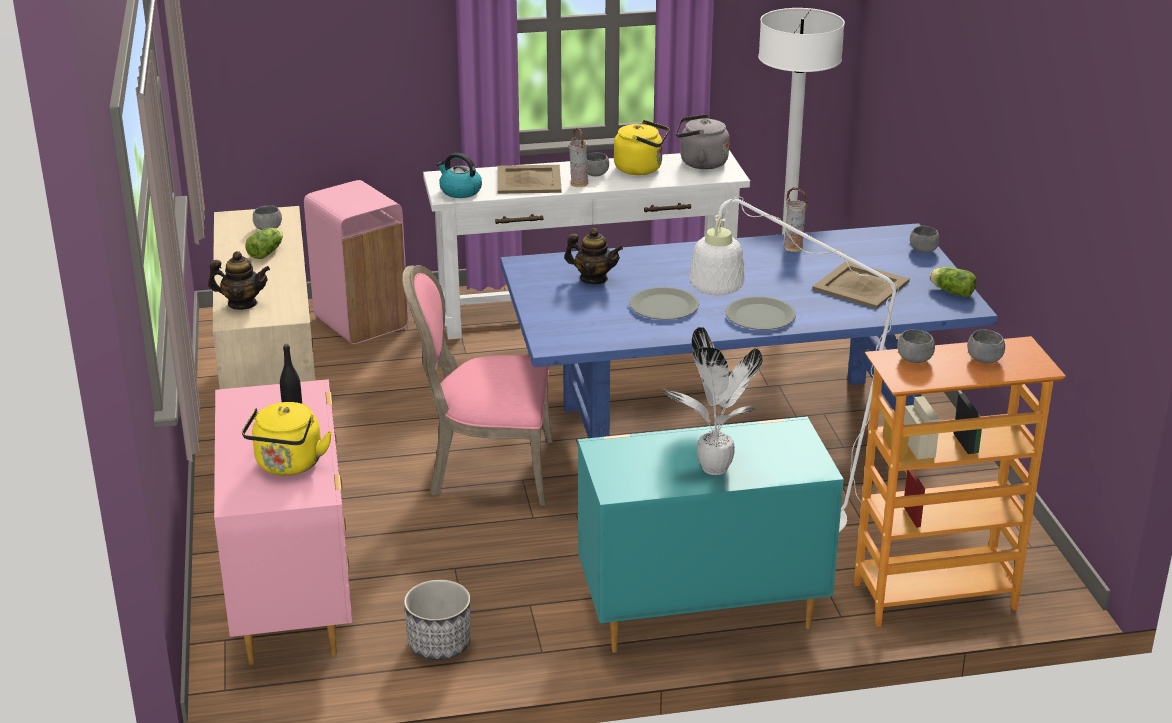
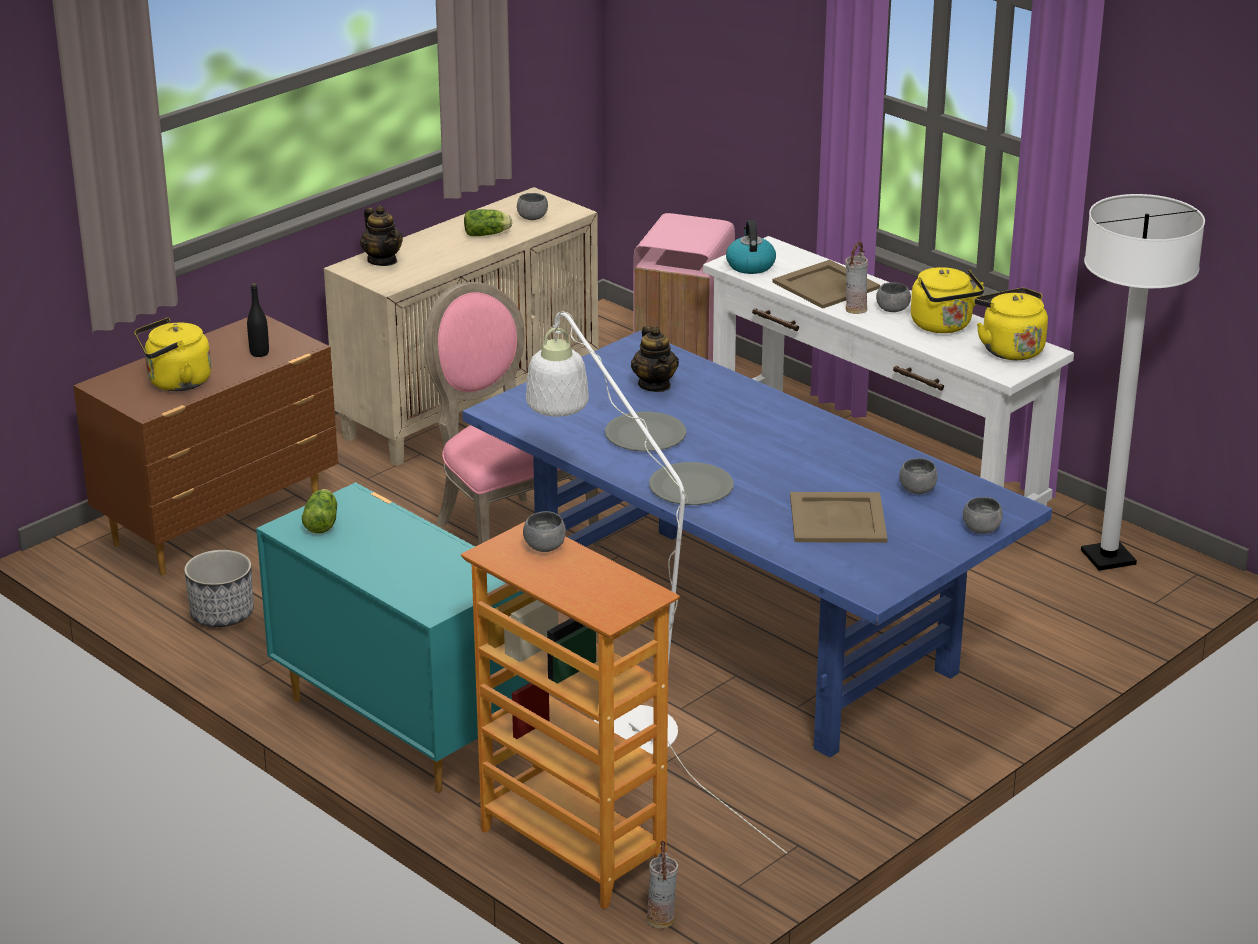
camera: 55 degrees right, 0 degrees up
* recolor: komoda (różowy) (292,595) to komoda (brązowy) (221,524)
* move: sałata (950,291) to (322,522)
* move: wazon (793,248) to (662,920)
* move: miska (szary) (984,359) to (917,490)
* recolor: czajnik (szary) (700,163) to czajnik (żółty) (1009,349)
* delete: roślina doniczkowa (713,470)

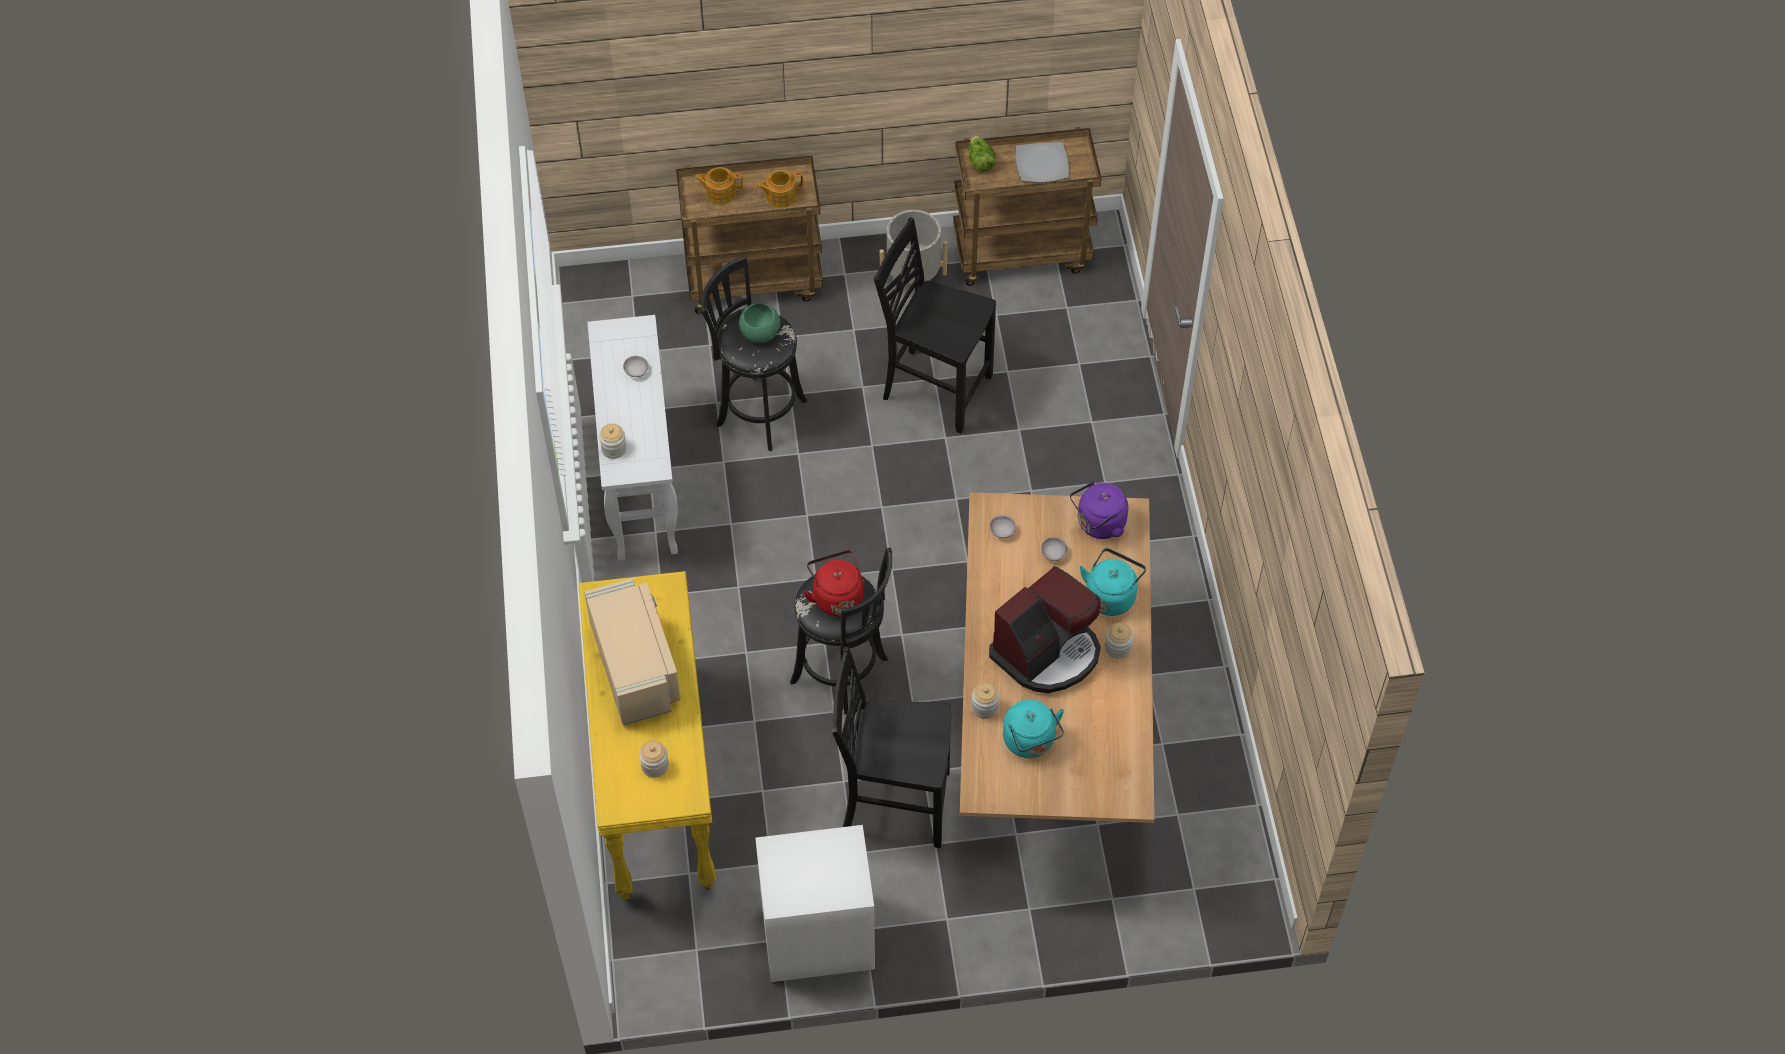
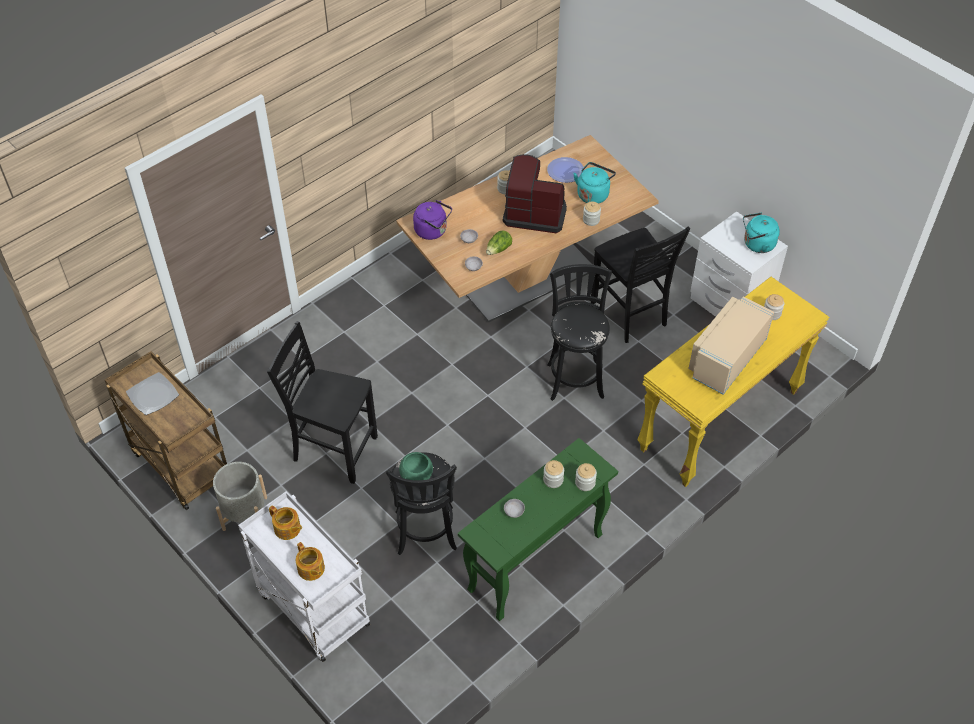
camera: 125 degrees left, 5 degrees down
* recolor: wózek (brązowy) (755,279) to wózek (biały) (311,608)
* rotate: krzesło (czarny) (934,388) = (333,449) 120 degrees clockwise
* recolor: stolik konsolowy (biały) (640,482) to stolik konsolowy (zielony) (535,563)
* move: sałata (980,161) to (498,249)
* insert: słoik (553,480)
* insert: talerz (565,171)
* move: czajnik (turkusowy) (1111,595) to (757,244)
* delete: czajnik (czerwony) (836,596)

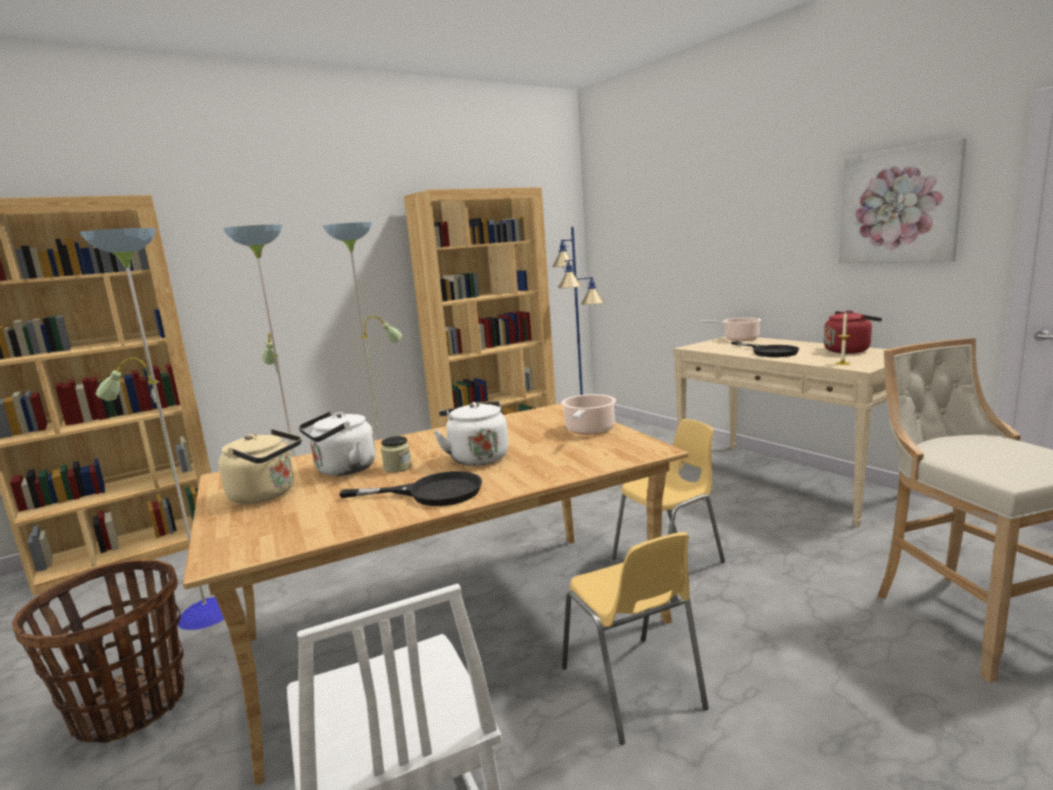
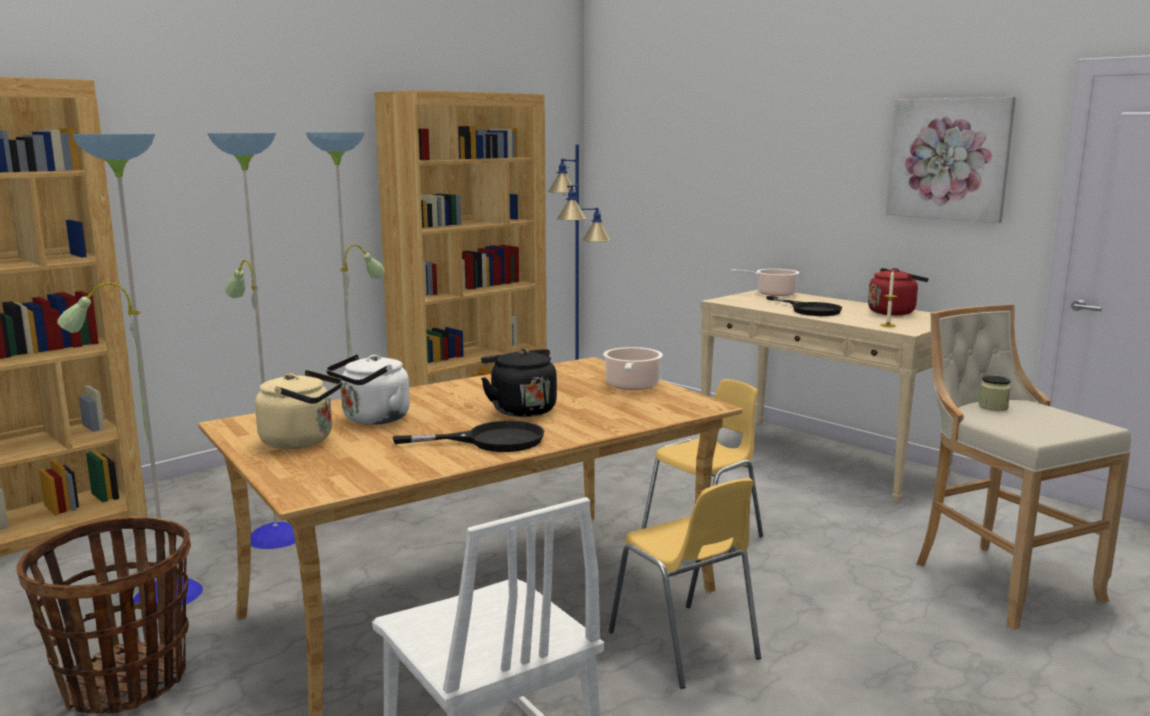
camera: 10 degrees left, 0 degrees up
* recolor: czajnik (biały) (477,457) to czajnik (czarny) (520,409)
* move: słoik (397,467) to (993,407)

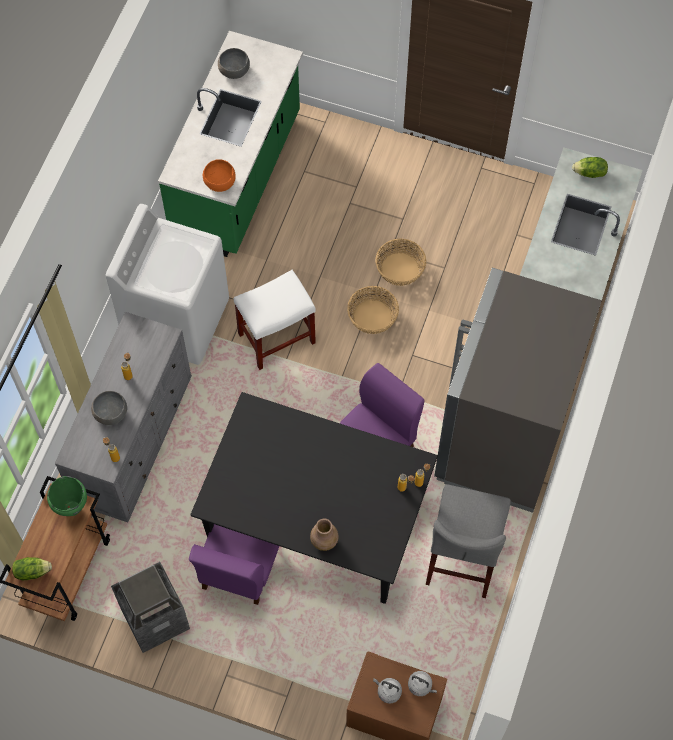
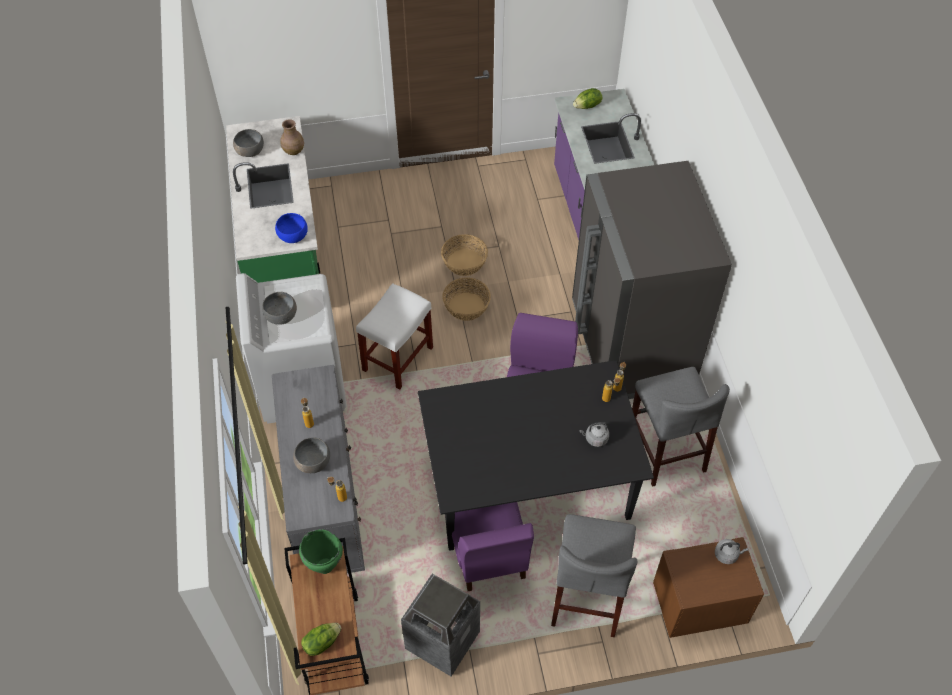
camera: 30 degrees left, 10 degrees down
* insert: miska (szary) (281,316)
* recolor: miska (pomarańczowy) (220,182) to miska (niebieski) (293,236)
* move: wazon (brązowy) (324,540) to (294,150)
* insert: stołek (szary) (587,596)
* move: czajnik (szary) (388,691) to (595,439)

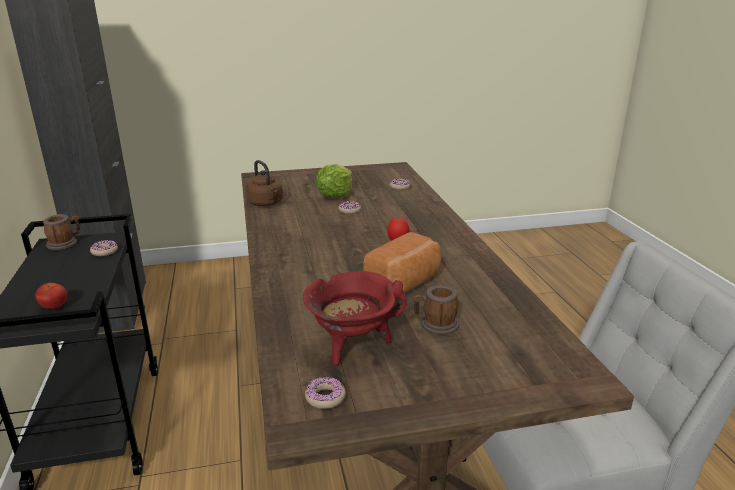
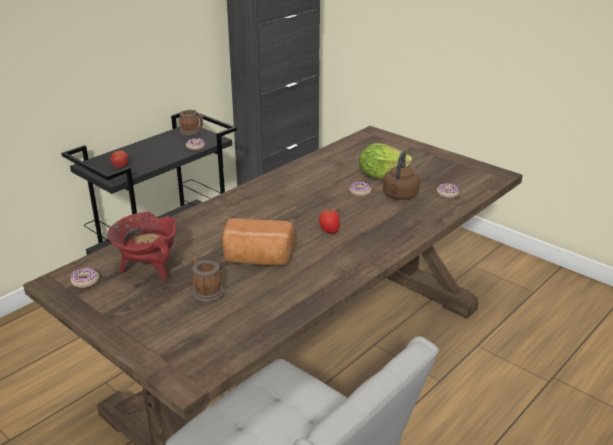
camera: 55 degrees right, 5 degrees up
* move: czajnik (brązowy) (266,203) to (399,196)

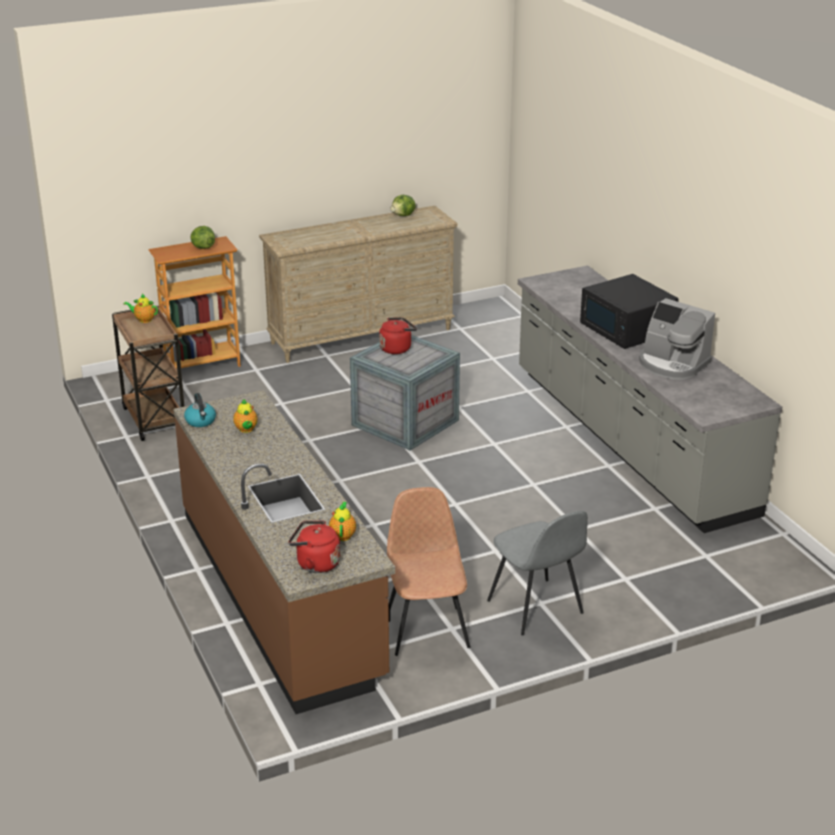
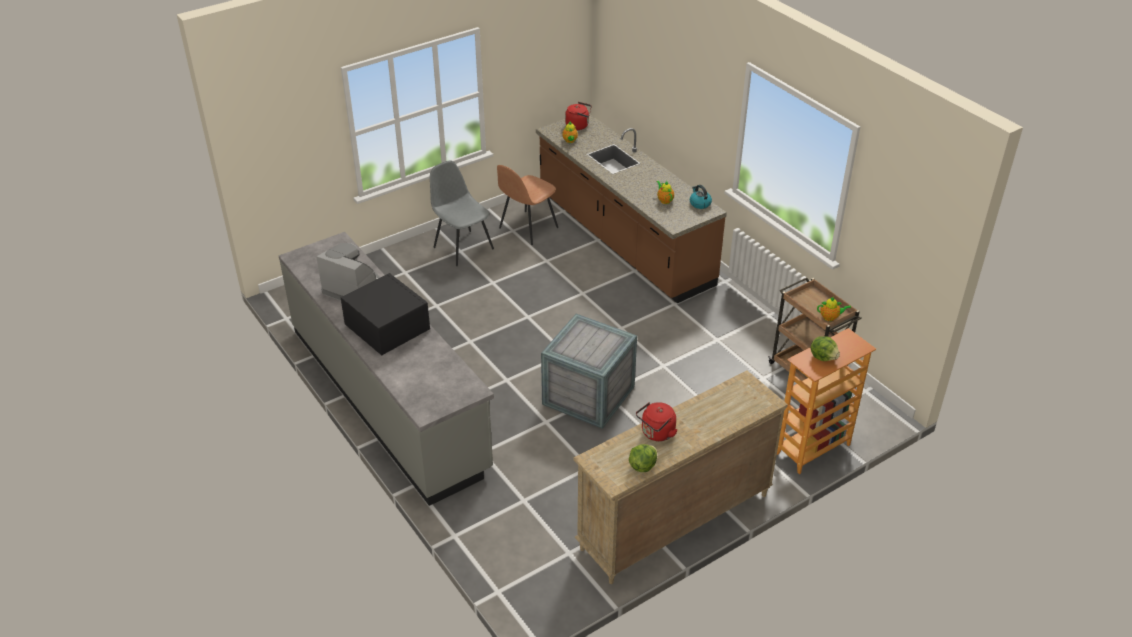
camera: 170 degrees right, 10 degrees up
* rotate: krzesło (brązowy) (427,629) = (527,228) 60 degrees clockwise
* move: czajnik (czerwony) (397,348) to (656,433)

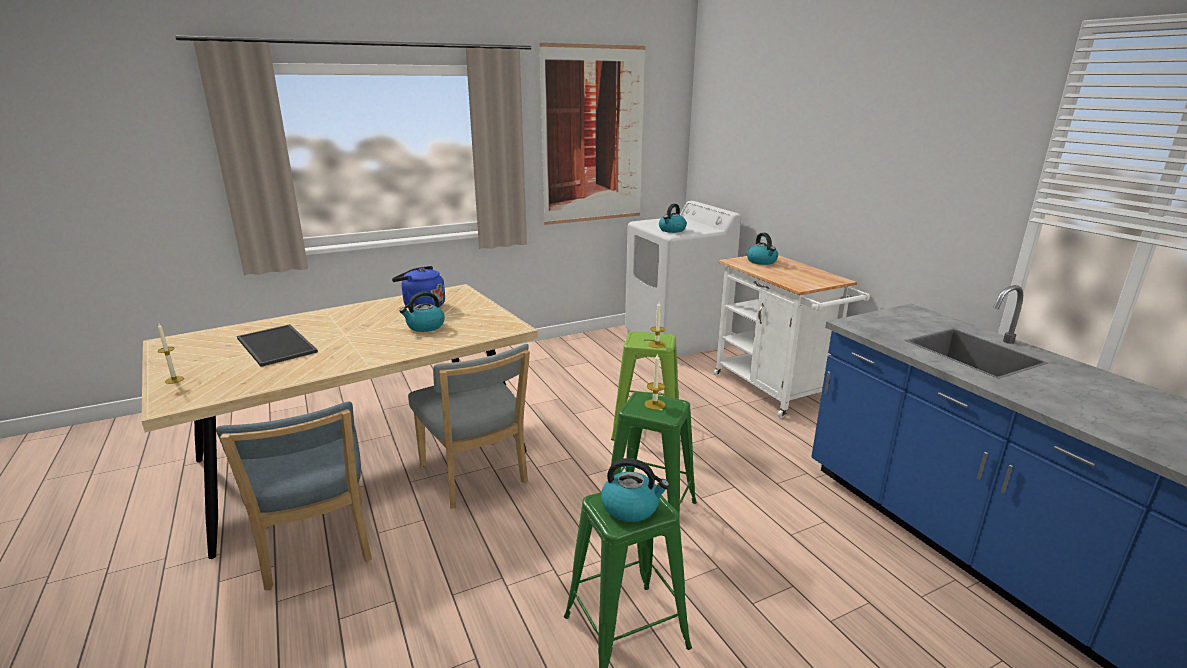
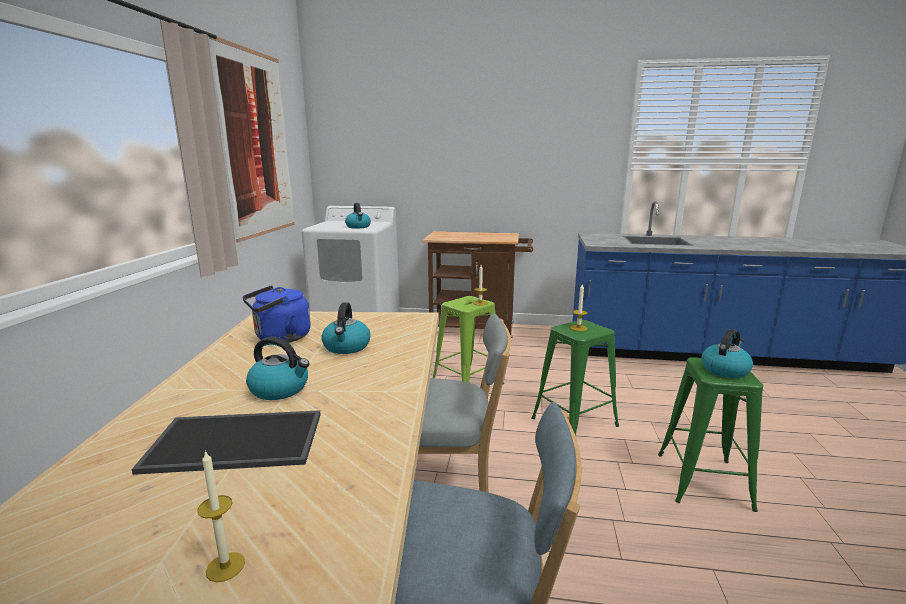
camera: 55 degrees left, 5 degrees down
* move: czajnik (762,261) to (280,389)
* recolor: wózek (biały) (775,392) to wózek (brązowy) (478,331)

